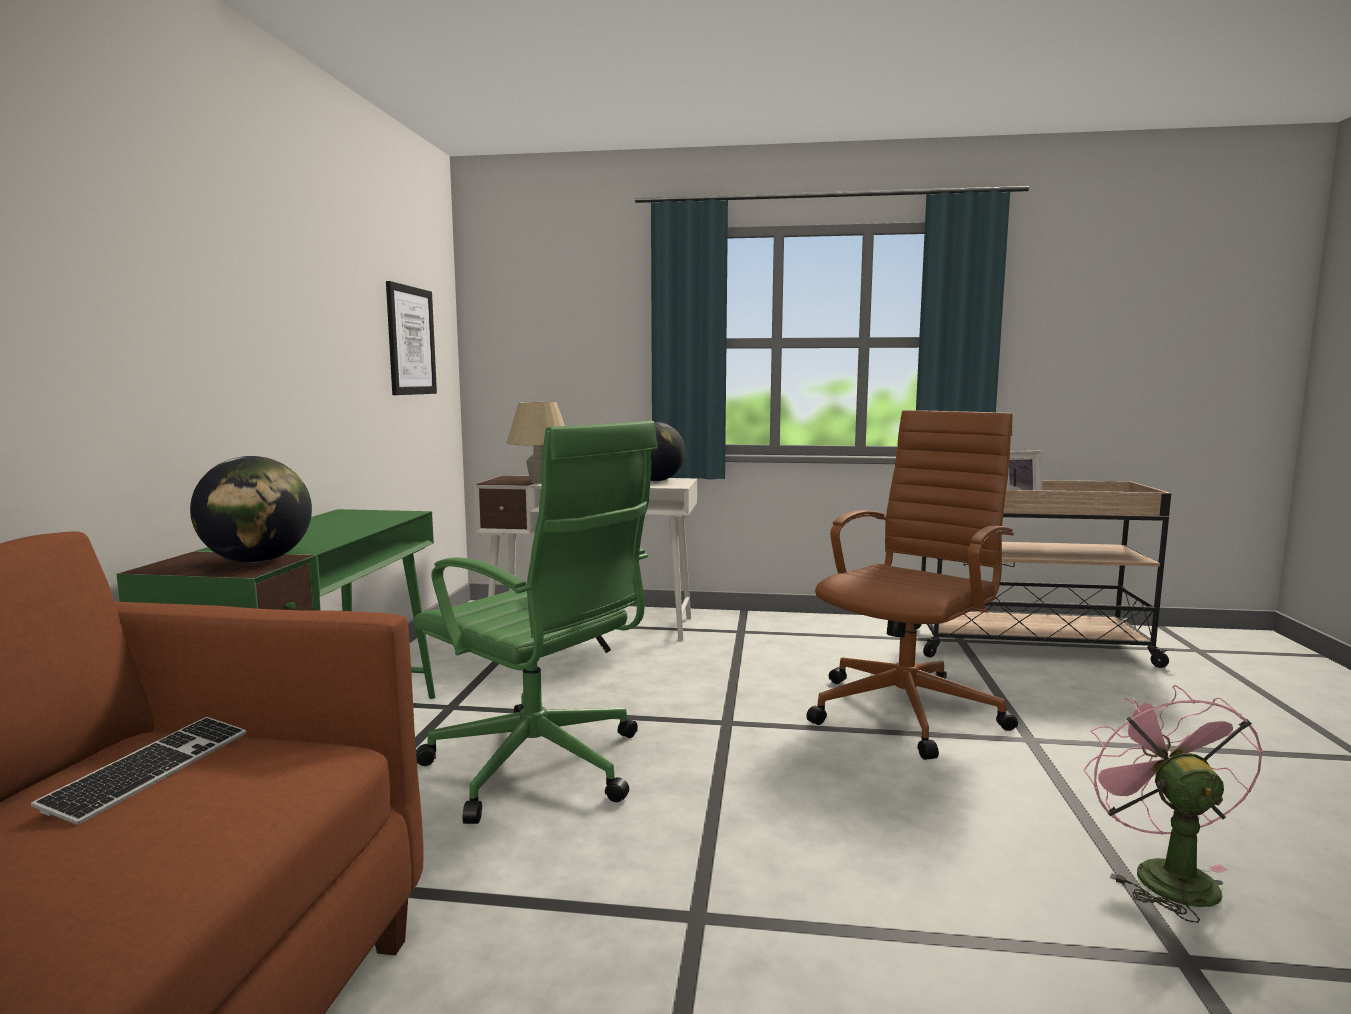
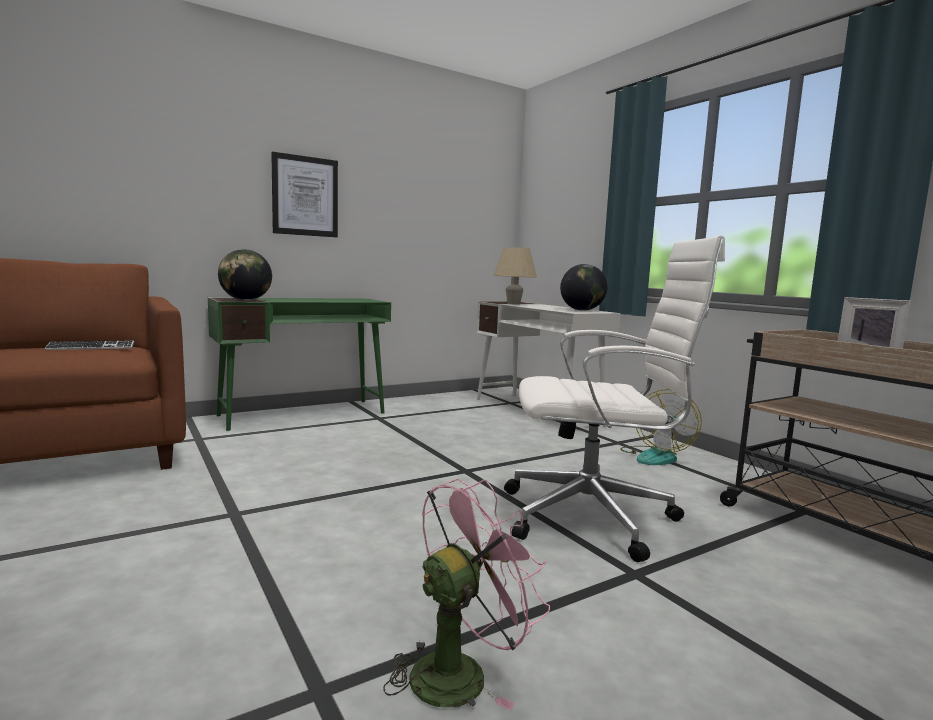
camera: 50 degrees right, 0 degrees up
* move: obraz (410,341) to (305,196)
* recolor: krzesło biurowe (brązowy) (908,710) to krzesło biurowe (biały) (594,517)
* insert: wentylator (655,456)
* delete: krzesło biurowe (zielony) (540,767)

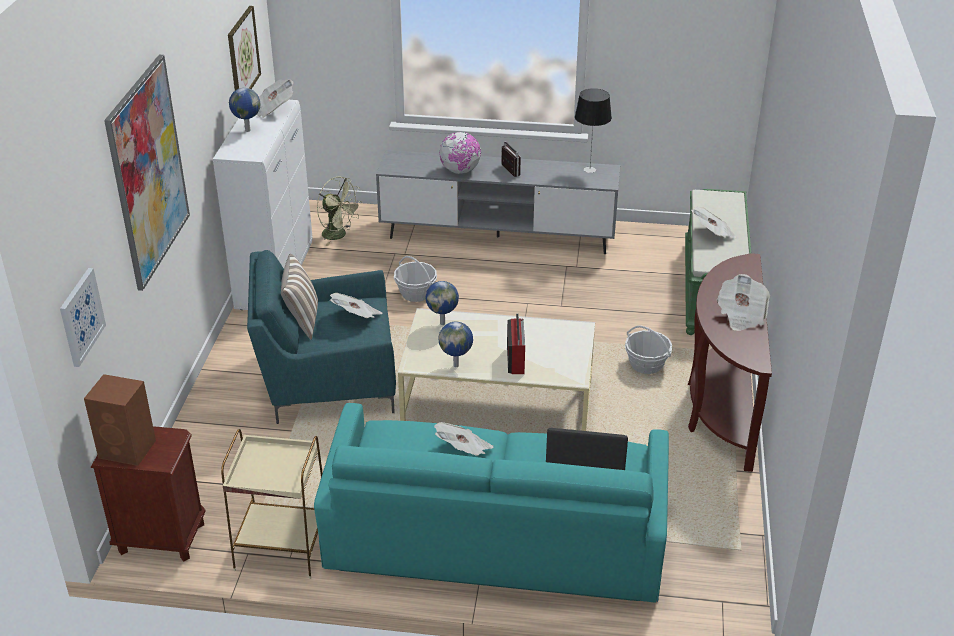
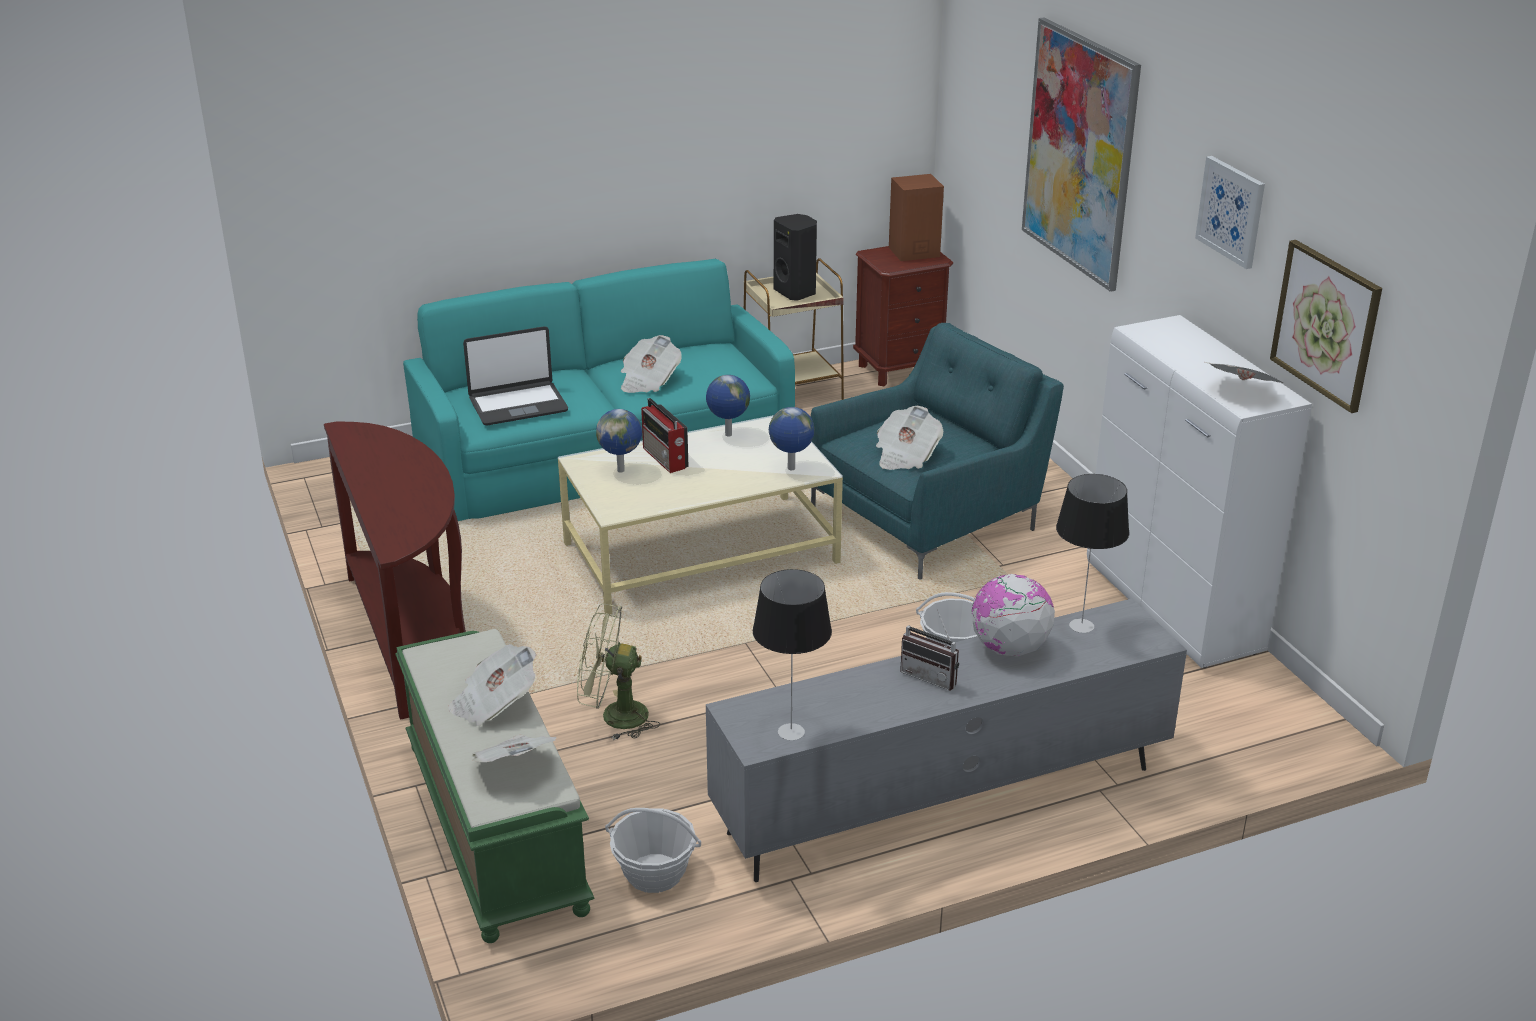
camera: 150 degrees right, 5 degrees down
* move: gazeta (741,315) to (515,766)
* move: wentylator (zielony) (339,235) to (614,716)
* move: globus (247,130) to (622,470)
* move: koszyk (646,365) to (654,873)
* insert: głośnik (czarny) (796,292)
* insert: lampa stołowa (1082,626)
* move: obraz (81,316) to (1231,211)
* delete: poduszka (302,321)

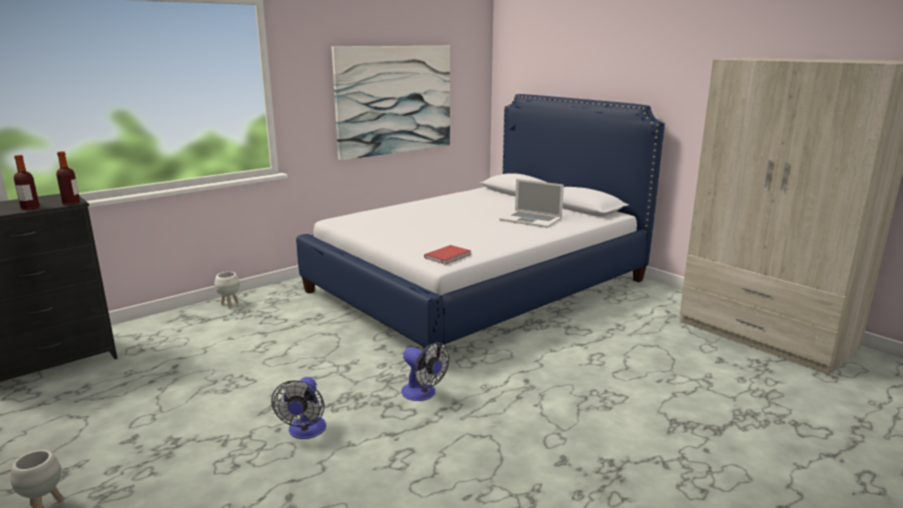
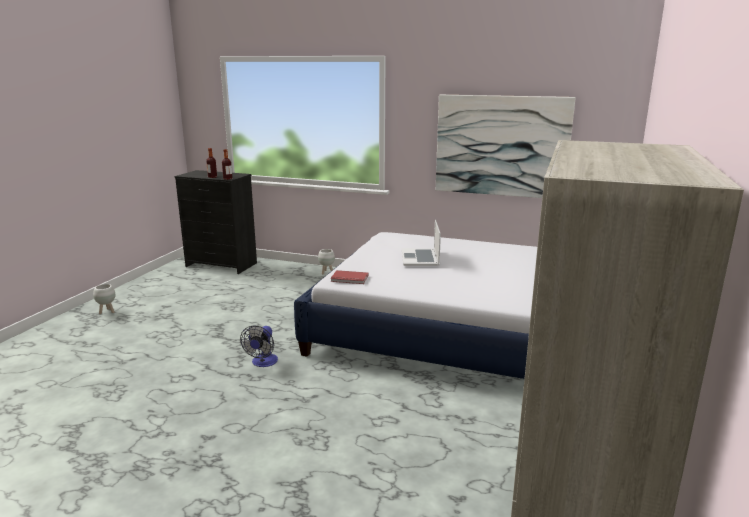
camera: 60 degrees right, 0 degrees up
* move: laptop (531,219) to (420,257)
* delete: wentylator (305,432)

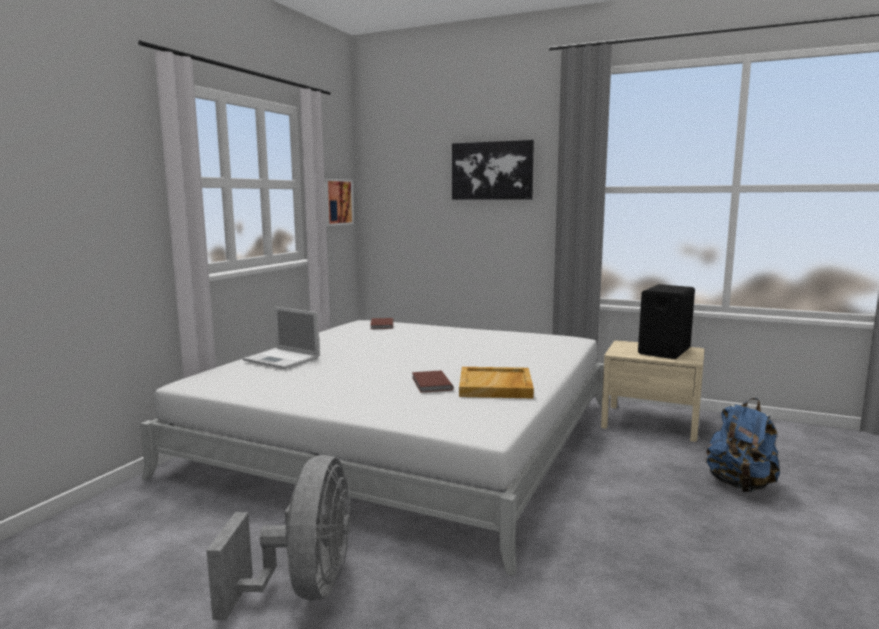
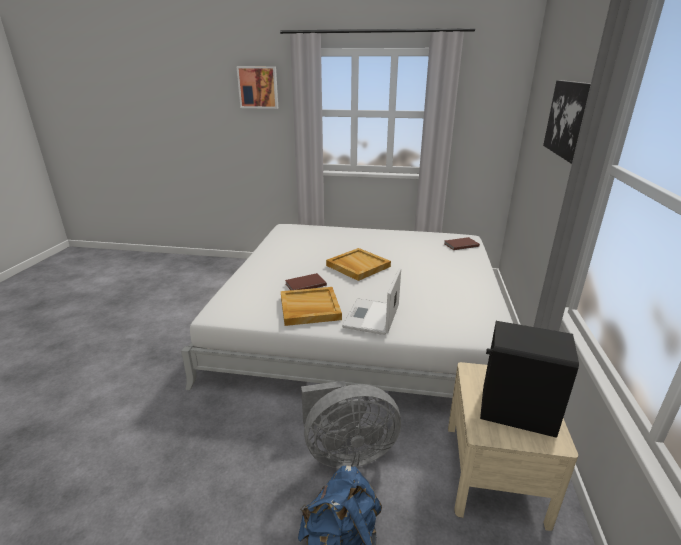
camera: 75 degrees right, 15 degrees up
* move: obraz (336,202) to (258,87)
* move: wentylator (szary) (304,588) to (346,452)
* insert: taca (beżowy) (357,266)
* move: laptop (282,359) to (371,317)

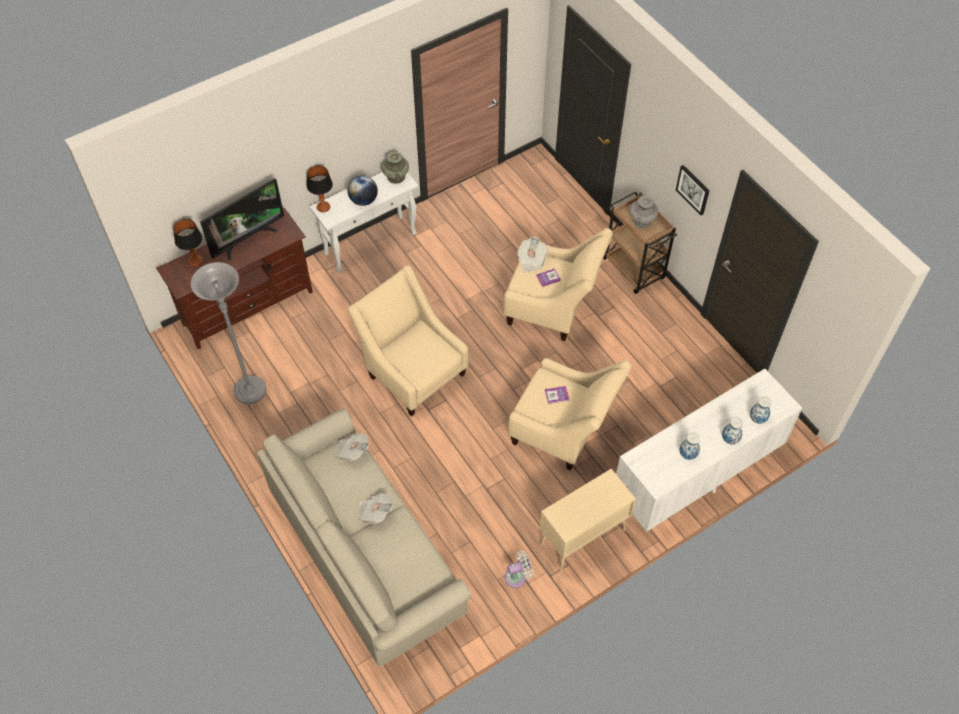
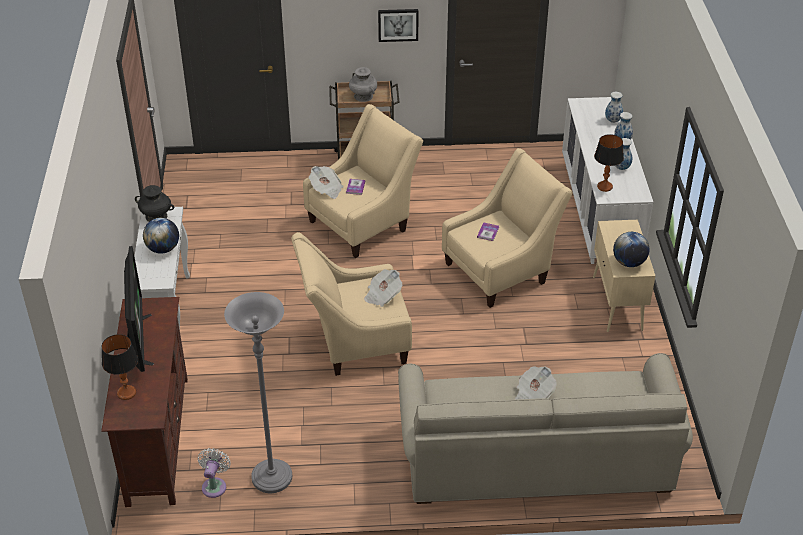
camera: 60 degrees left, 15 degrees down
* recolor: wazon (turkusowy) (396,177) to wazon (czarny) (156,216)
* move: wentylator (biały) (517,576) to (215,485)
* move: gazeta (353,451) to (382,295)
* move: lampa stołowa (323,207) to (605,187)
* insert: globus (629,262)

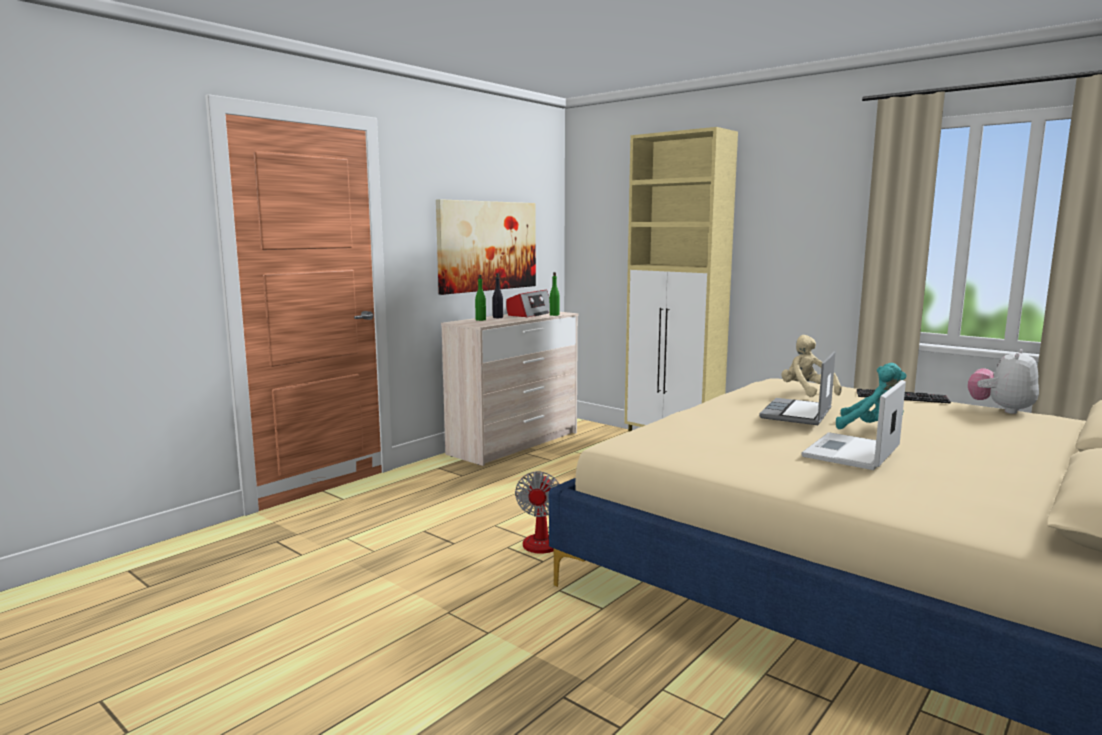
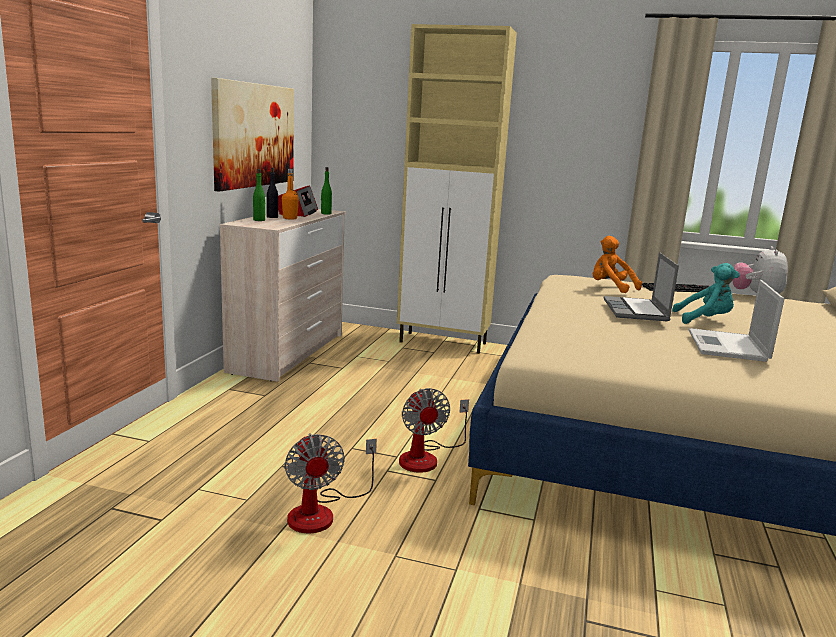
camera: 25 degrees left, 5 degrees up
* insert: butelka (pomarańczowy) (290,218)
* insert: wentylator (322,512)
* recolor: pluszak (beżowy) (806,391) to pluszak (pomarańczowy) (610,288)

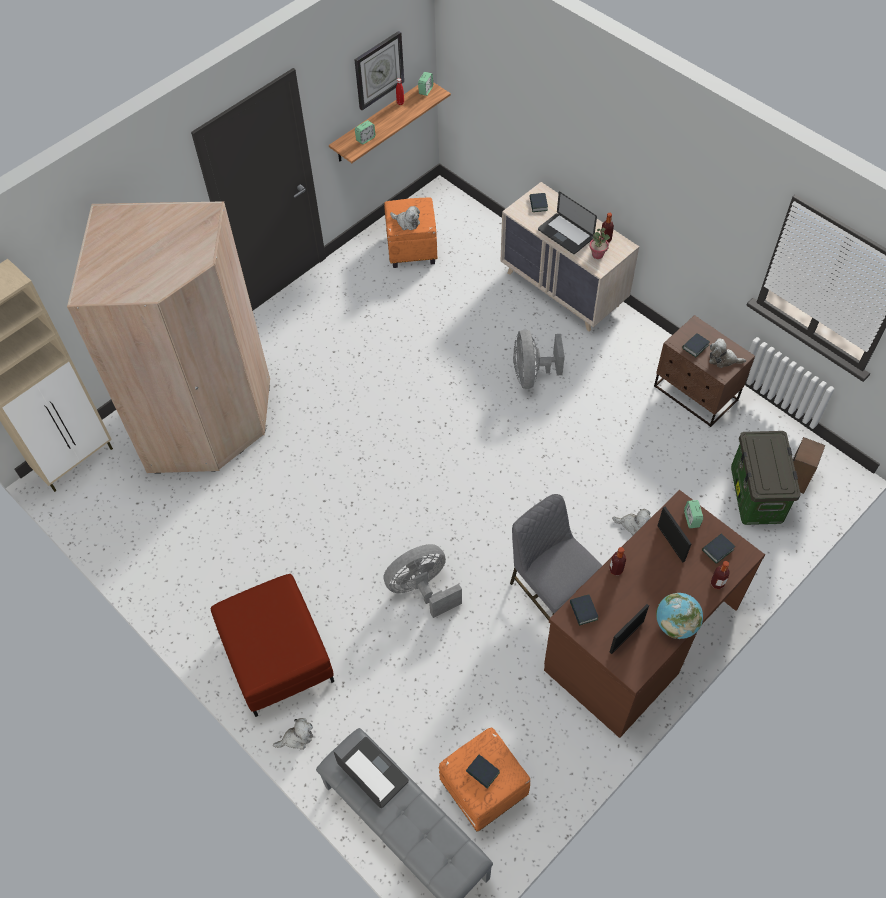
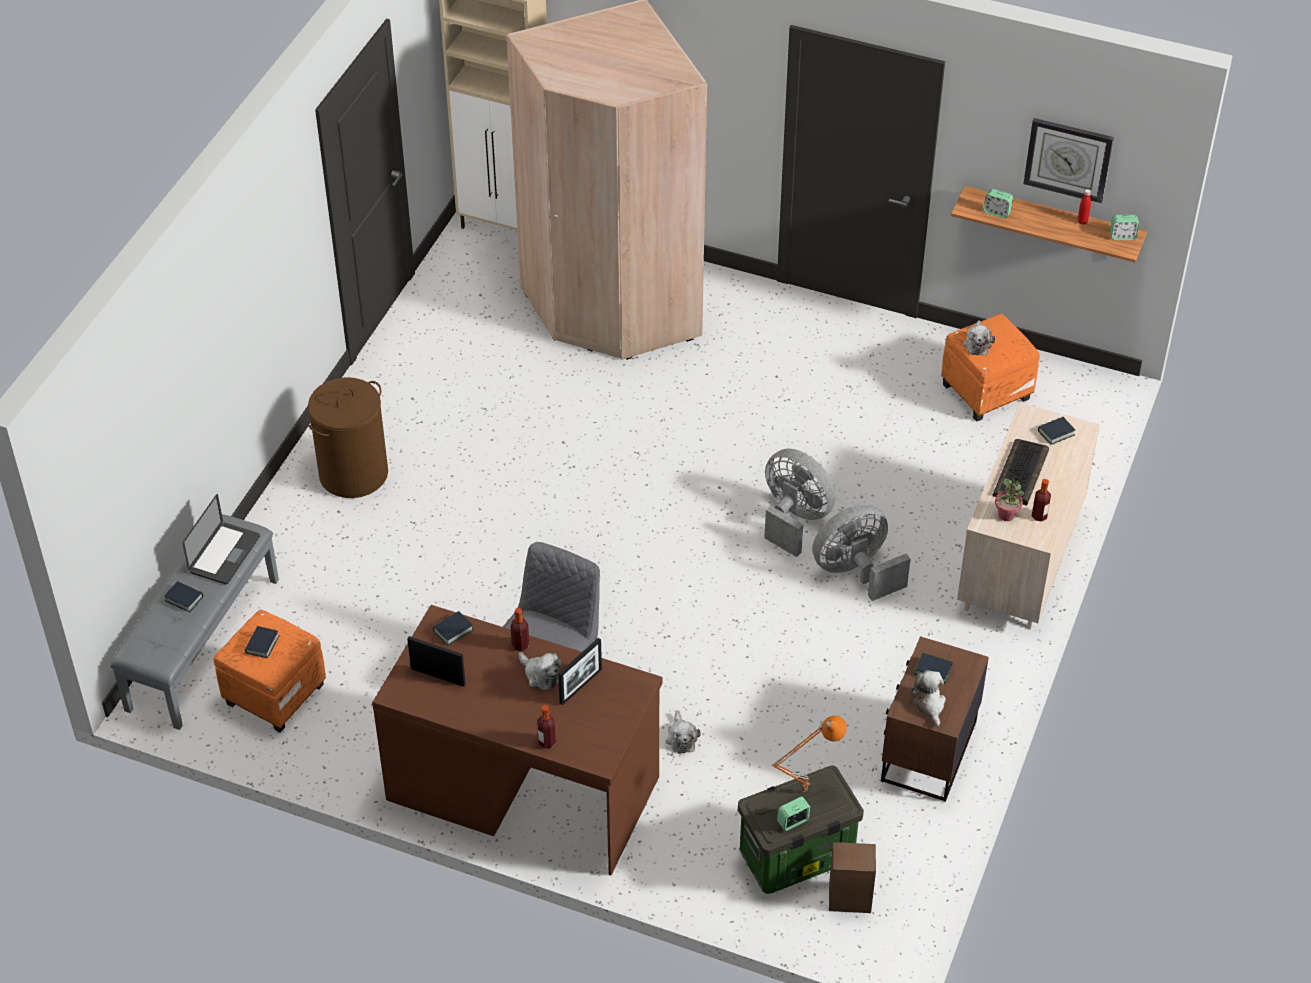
camera: 65 degrees right, 10 degrees down
* move: książka (717,549) to (184,599)
* replace: pufa (czerwony) (278,656) to kosz na pranie (brązowy) (353,474)
* move: pluszak (297,738) to (540,675)
* move: wentylator (szary) (422,589) to (794,519)
* insert: lampa stołowa (pomarańczowy) (804,789)
* move: budzik (691,519) to (793,821)
* replace: laptop (565,234) to klawiatura (1021,474)
* delete: globus (675,624)

